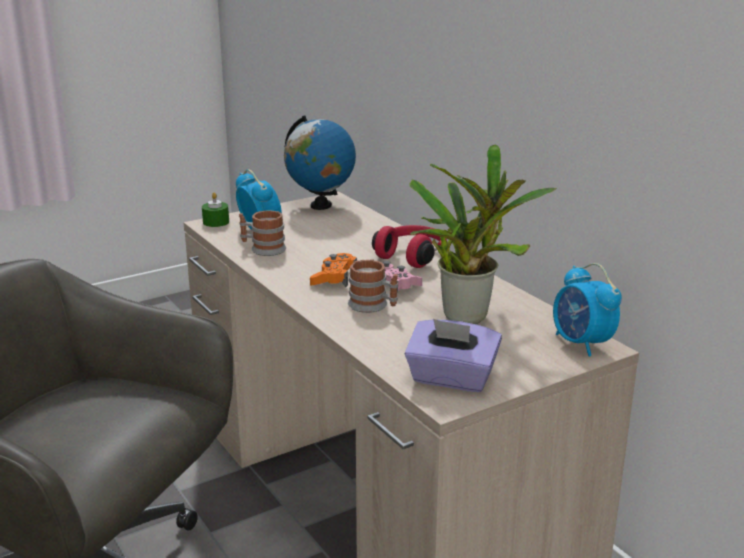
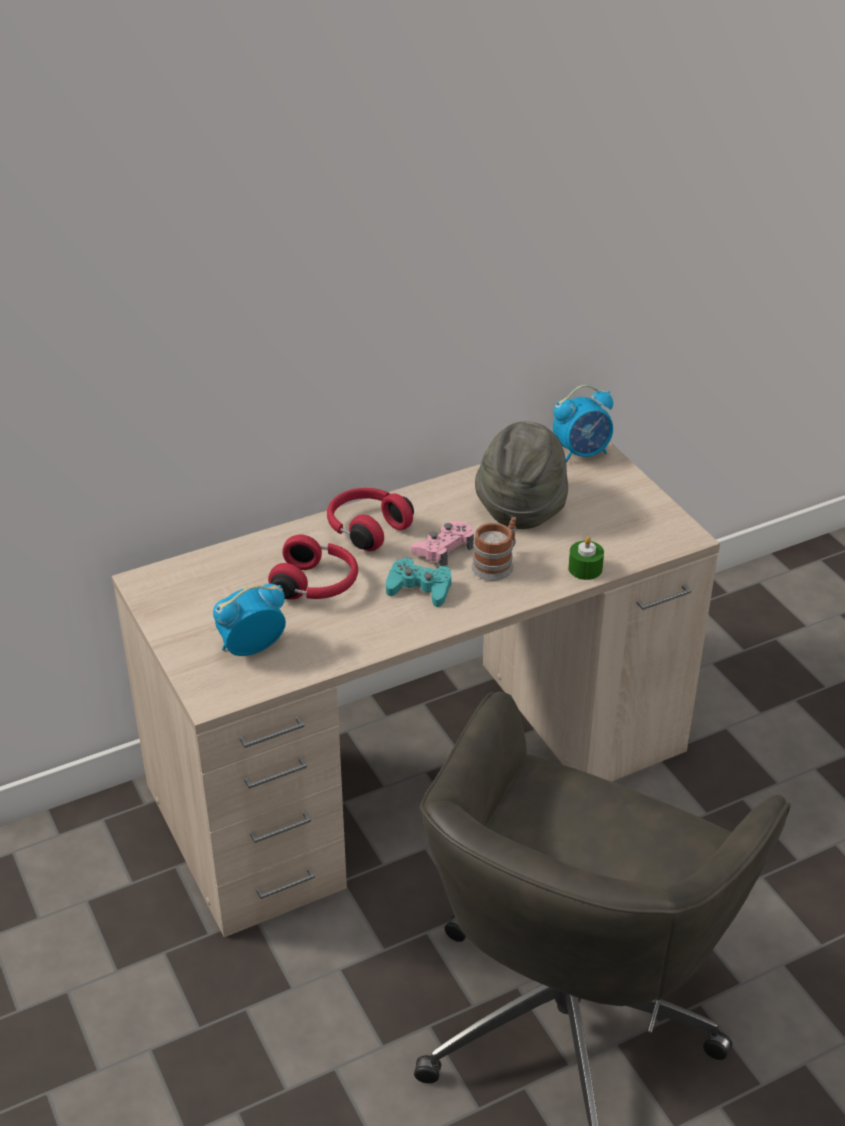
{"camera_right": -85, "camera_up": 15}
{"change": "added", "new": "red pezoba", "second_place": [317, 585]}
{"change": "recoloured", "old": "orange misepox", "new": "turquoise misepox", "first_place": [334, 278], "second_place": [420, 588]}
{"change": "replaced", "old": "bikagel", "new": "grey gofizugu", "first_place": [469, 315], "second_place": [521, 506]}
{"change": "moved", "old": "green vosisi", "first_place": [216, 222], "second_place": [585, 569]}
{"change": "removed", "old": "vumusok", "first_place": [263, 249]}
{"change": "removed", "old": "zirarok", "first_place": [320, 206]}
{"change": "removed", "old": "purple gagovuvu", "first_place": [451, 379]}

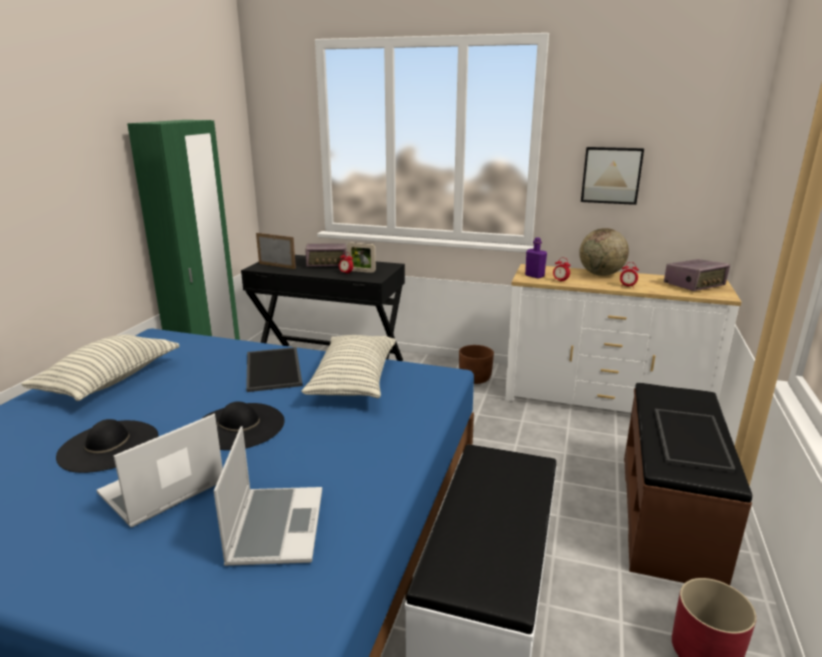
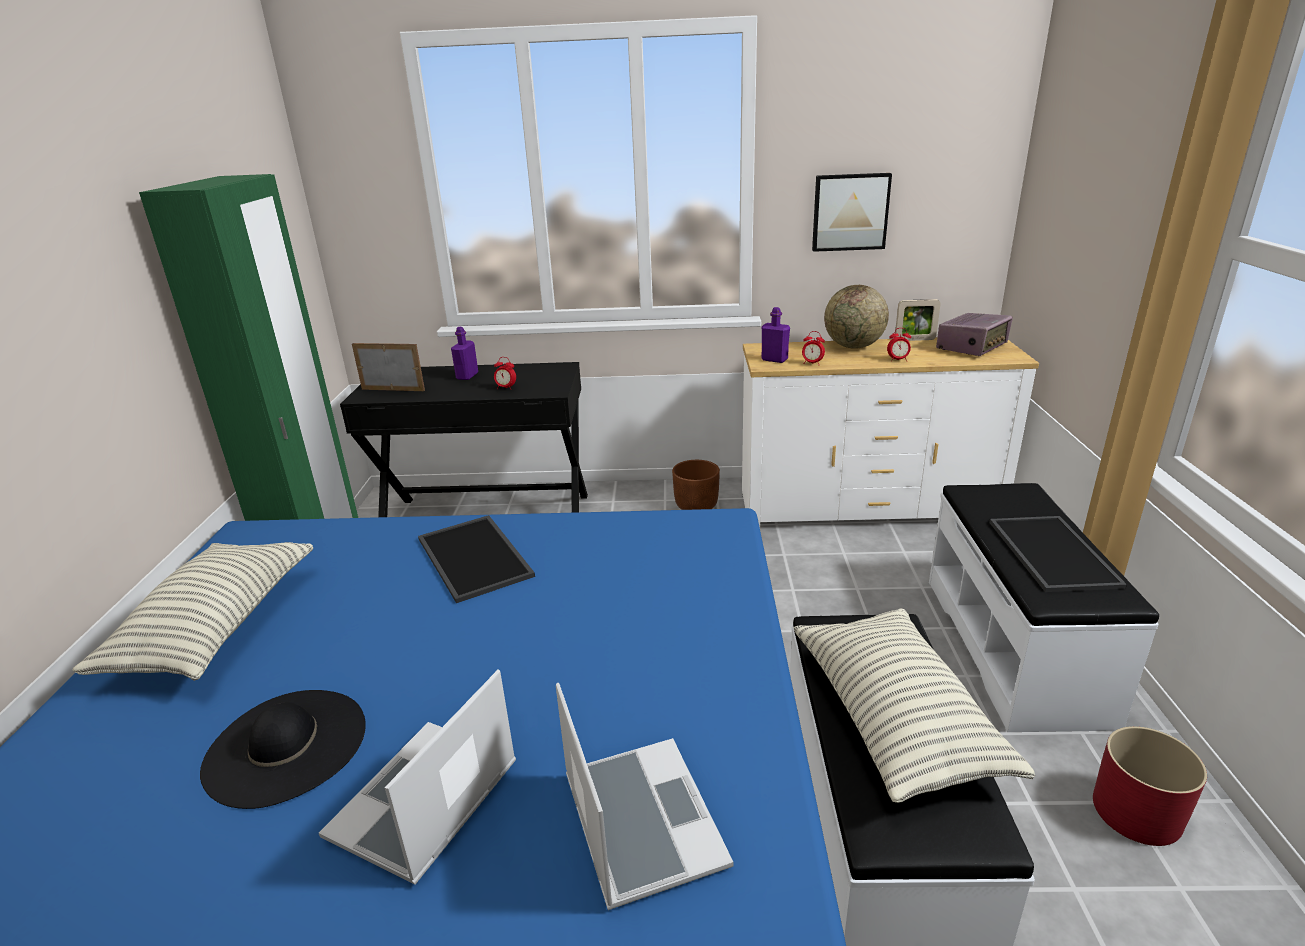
{"camera_right": -15, "camera_up": 5}
{"change": "replaced", "old": "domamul", "new": "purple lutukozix", "first_place": [327, 264], "second_place": [467, 376]}
{"change": "moved", "old": "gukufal", "first_place": [354, 381], "second_place": [895, 719]}
{"change": "moved", "old": "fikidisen", "first_place": [361, 271], "second_place": [914, 339]}
{"change": "recoloured", "old": "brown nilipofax", "new": "white nilipofax", "first_place": [669, 515], "second_place": [1015, 646]}
{"change": "removed", "old": "black gofizugu", "first_place": [240, 426]}

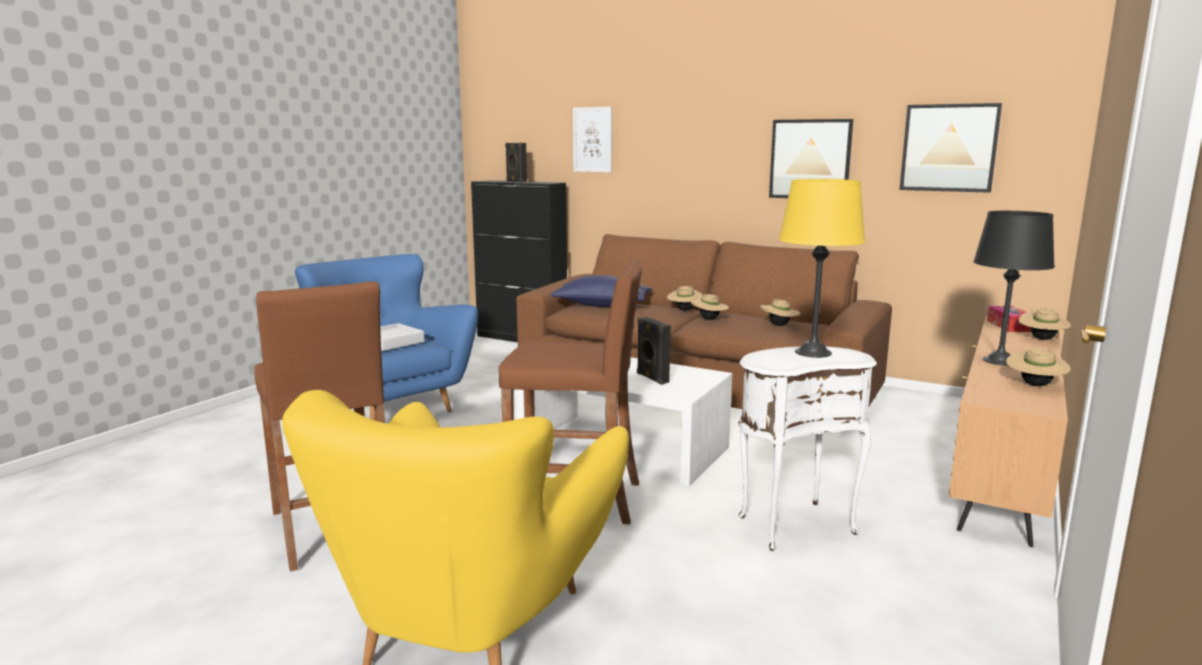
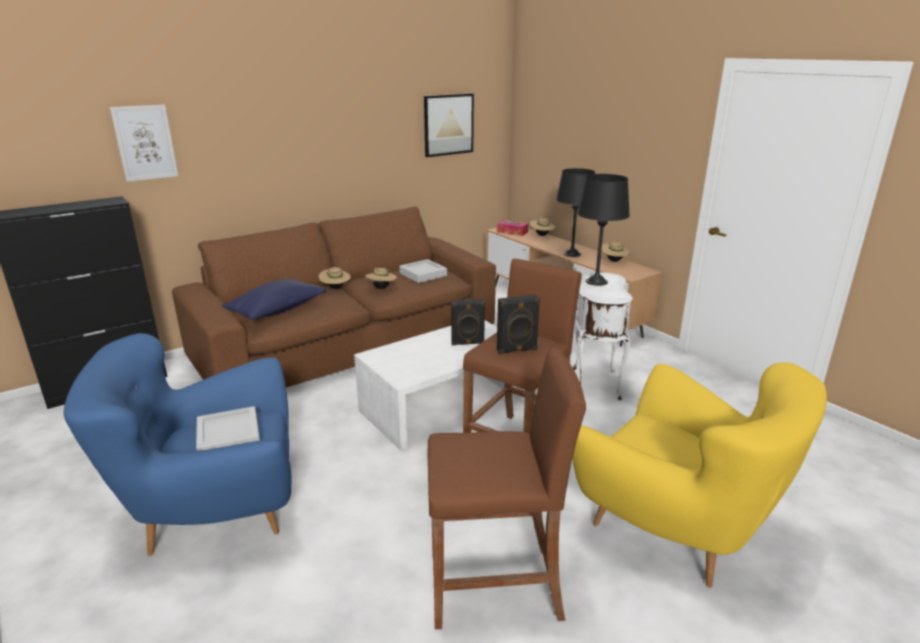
{"camera_right": -65, "camera_up": 10}
{"change": "replaced", "old": "beige gofizugu", "new": "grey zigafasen", "first_place": [779, 325], "second_place": [423, 274]}
{"change": "moved", "old": "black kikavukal", "first_place": [515, 181], "second_place": [517, 350]}
{"change": "recoloured", "old": "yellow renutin", "new": "black renutin", "first_place": [813, 352], "second_place": [596, 281]}
{"change": "removed", "old": "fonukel", "first_place": [810, 159]}

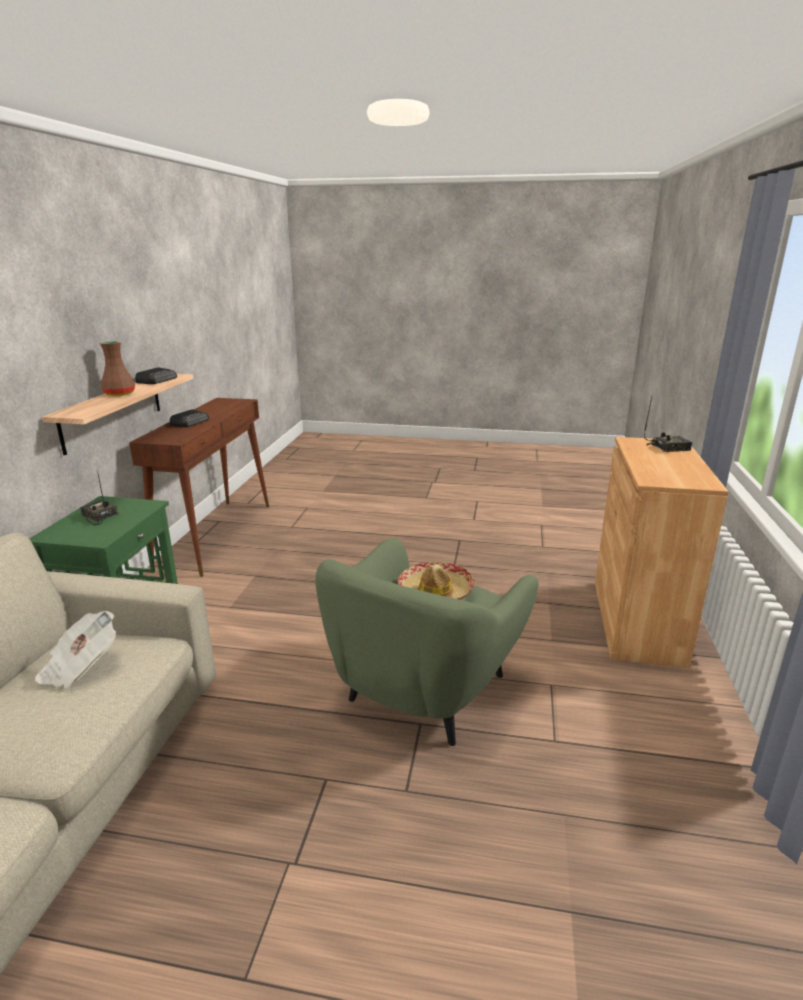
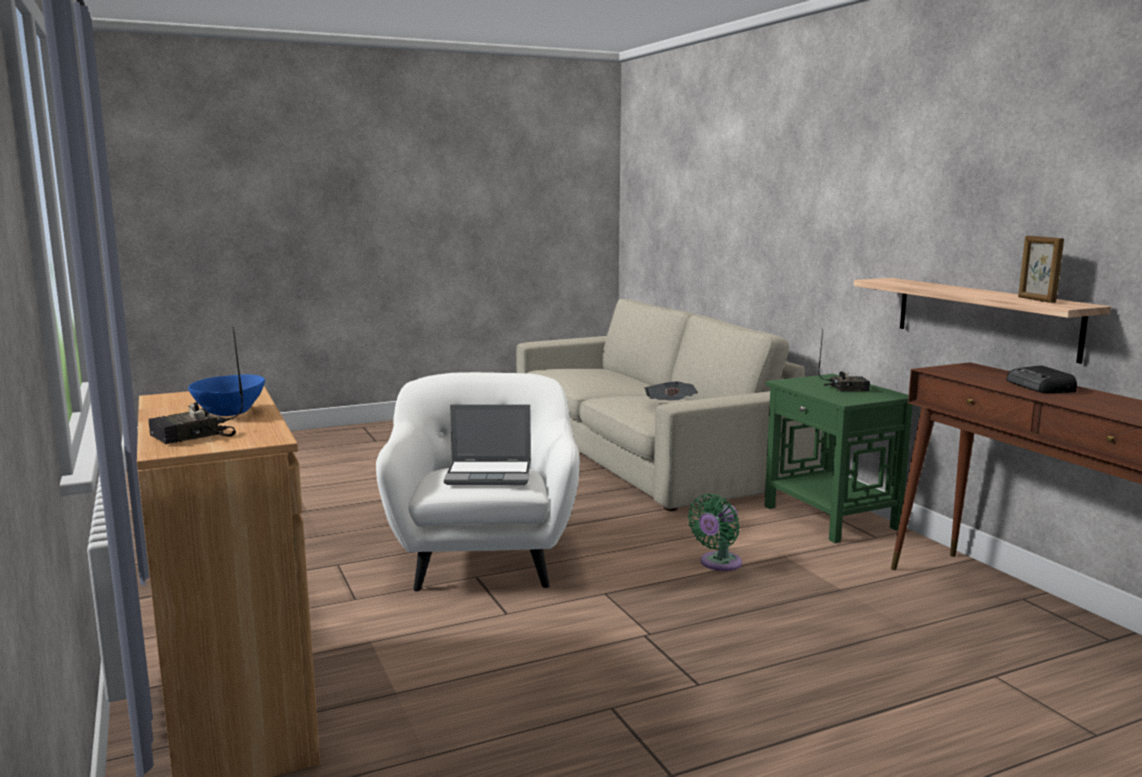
{"camera_right": 145, "camera_up": -10}
{"change": "added", "new": "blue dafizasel", "second_place": [228, 412]}
{"change": "recoloured", "old": "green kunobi", "new": "white kunobi", "first_place": [424, 691], "second_place": [484, 559]}
{"change": "replaced", "old": "gofizugu", "new": "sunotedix", "first_place": [435, 591], "second_place": [490, 475]}
{"change": "added", "new": "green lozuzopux", "second_place": [718, 564]}
{"change": "replaced", "old": "domamul", "new": "fikidisen", "first_place": [157, 380], "second_place": [1036, 300]}
{"change": "removed", "old": "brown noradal", "first_place": [119, 394]}

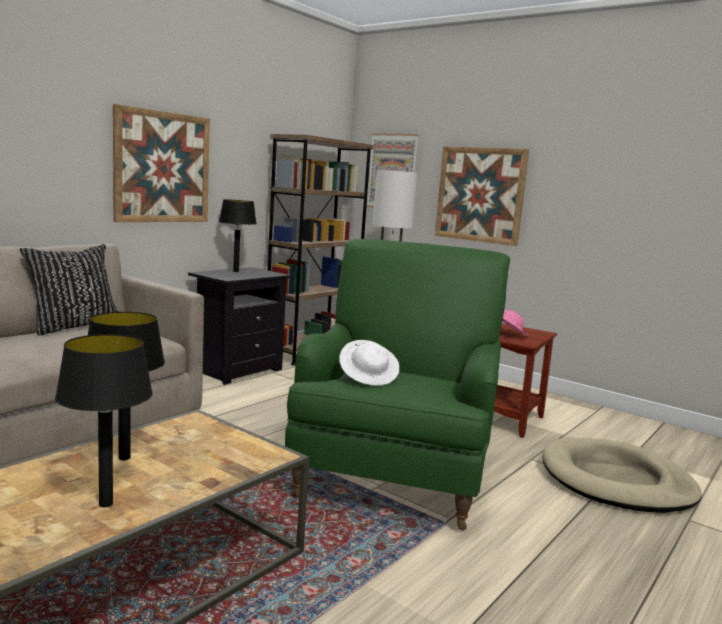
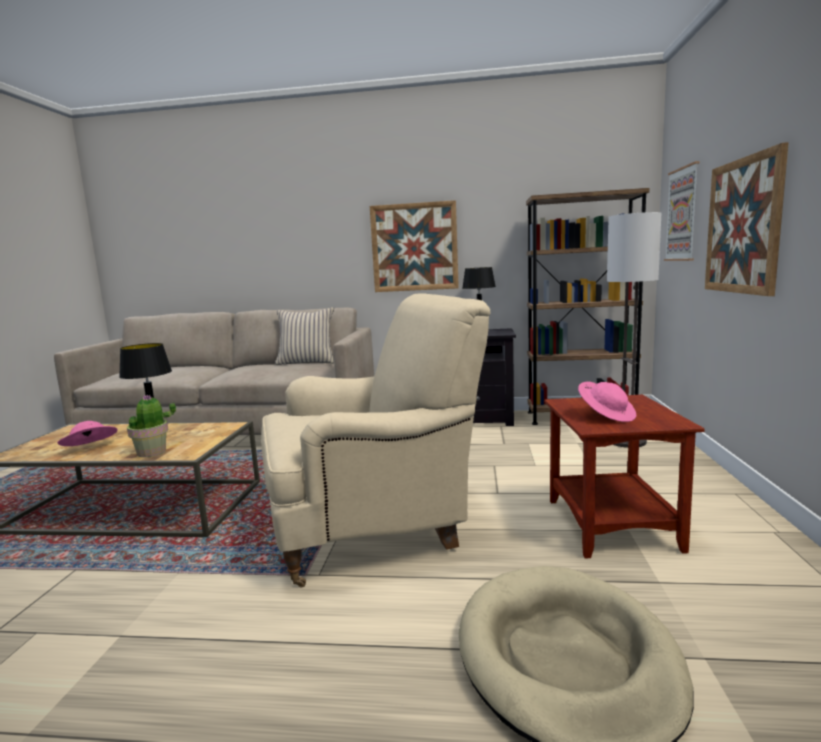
{"camera_right": 60, "camera_up": 0}
{"change": "replaced", "old": "black renutin", "new": "pink gofizugu", "first_place": [105, 504], "second_place": [90, 448]}
{"change": "added", "new": "bikagel", "second_place": [152, 452]}
{"change": "recoloured", "old": "green kunobi", "new": "beige kunobi", "first_place": [394, 476], "second_place": [372, 526]}
{"change": "recoloured", "old": "black gukufal", "new": "beige gukufal", "first_place": [74, 326], "second_place": [307, 362]}
{"change": "removed", "old": "white gofizugu", "first_place": [368, 377]}

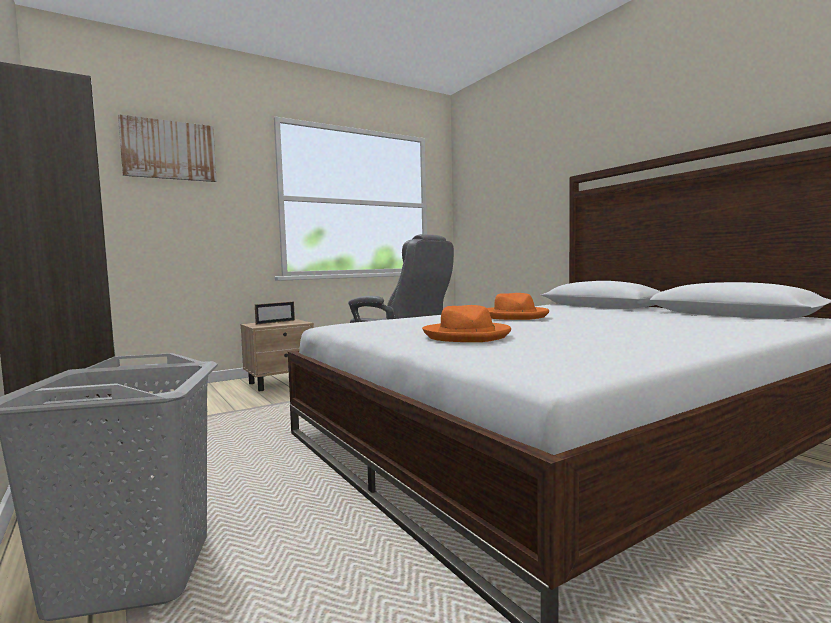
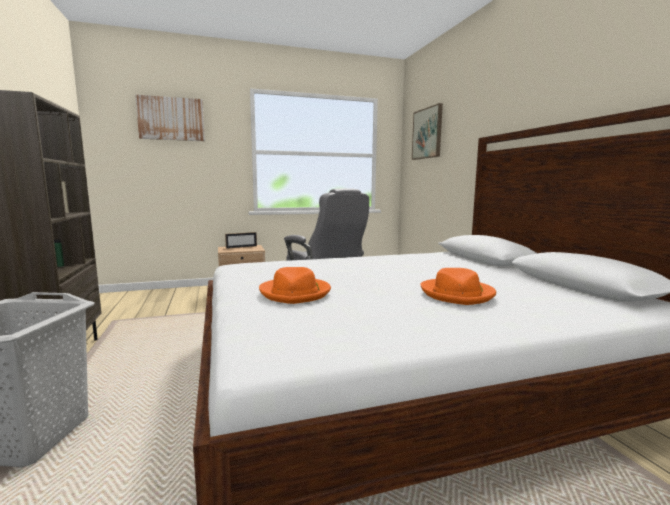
{"camera_right": 15, "camera_up": 5}
{"change": "added", "new": "fonukel", "second_place": [427, 133]}
{"change": "moved", "old": "orange gofizugu", "first_place": [515, 316], "second_place": [457, 294]}

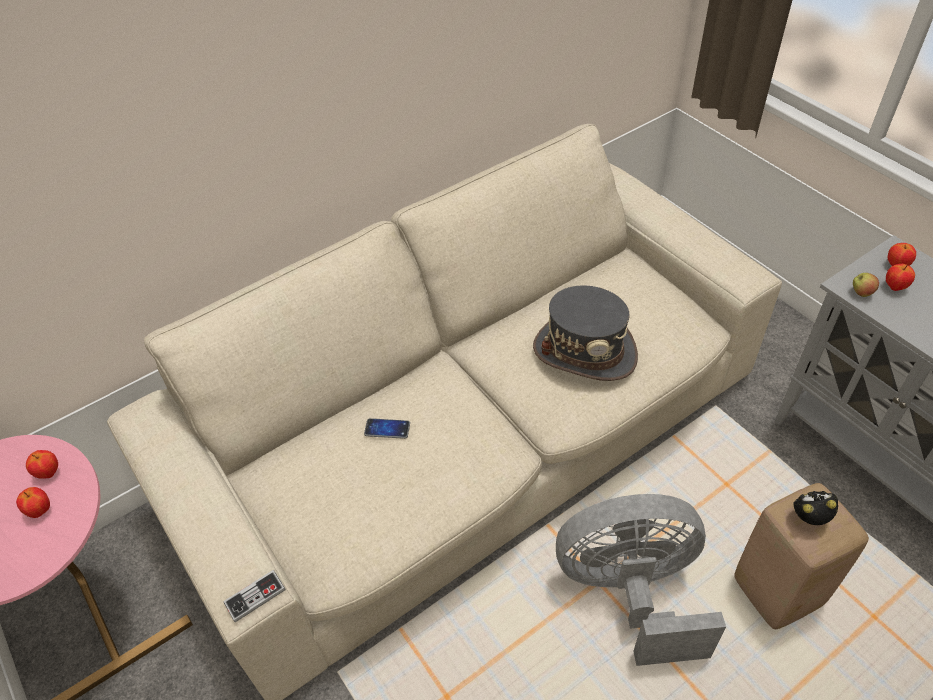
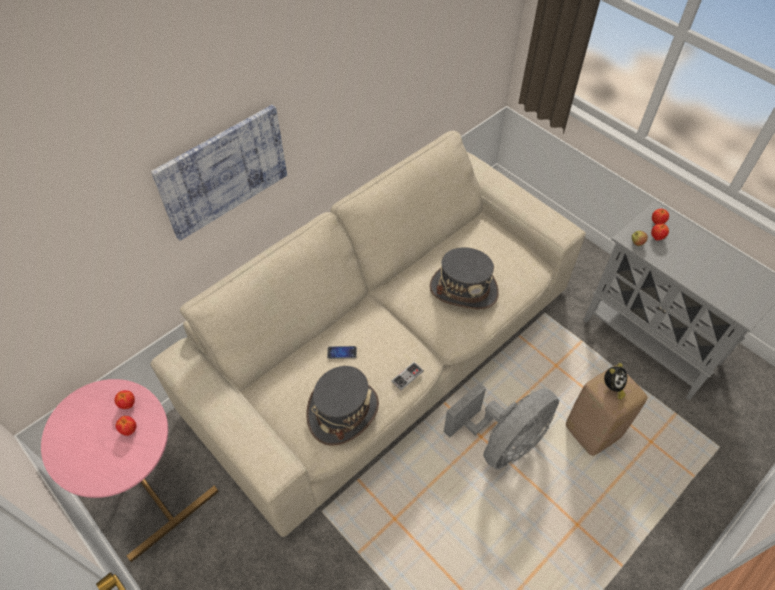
{"camera_right": -10, "camera_up": 5}
{"change": "added", "new": "fonukel", "second_place": [223, 171]}
{"change": "added", "new": "grey gofizugu", "second_place": [343, 411]}
{"change": "moved", "old": "misepox", "first_place": [255, 596], "second_place": [407, 376]}
{"change": "turned", "old": "grey lozuzopux", "first_place": [631, 593], "second_place": [502, 442], "degrees": 150}
{"change": "turned", "old": "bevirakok", "first_place": [809, 517], "second_place": [612, 387], "degrees": 150}

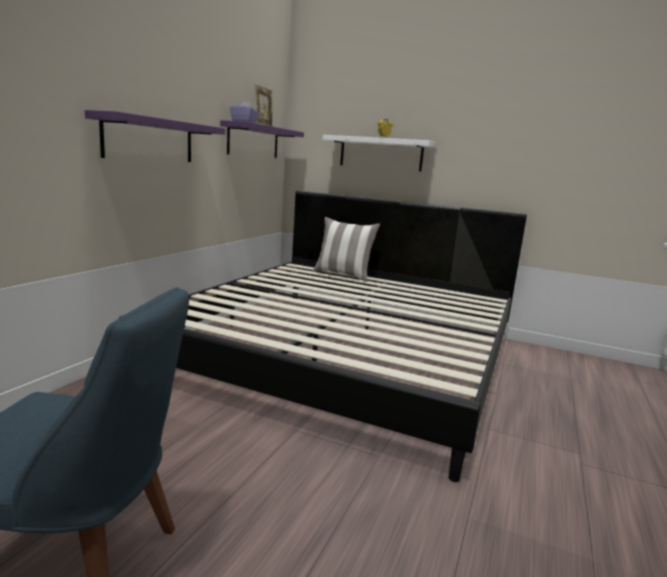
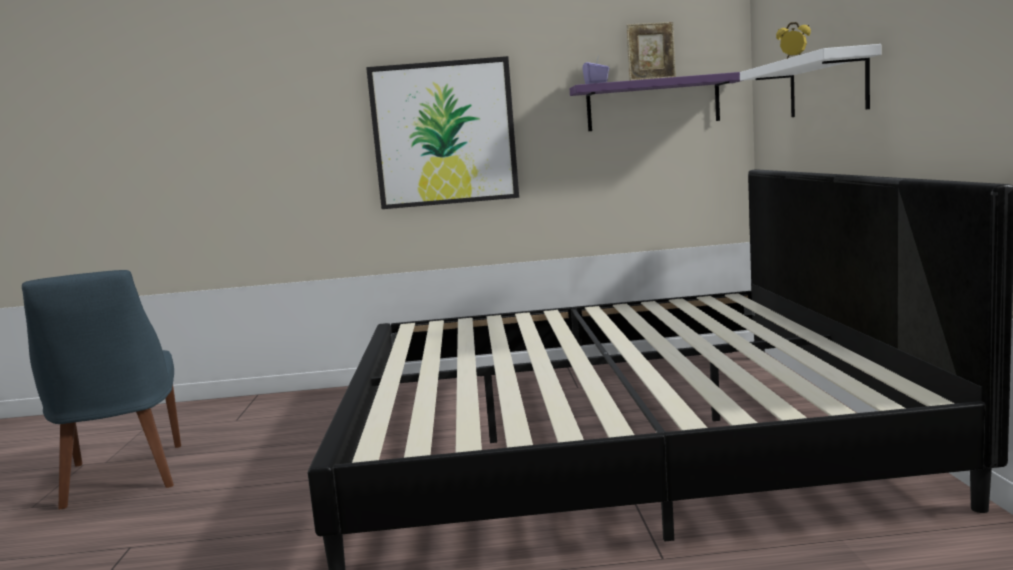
{"camera_right": 65, "camera_up": -5}
{"change": "replaced", "old": "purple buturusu", "new": "fonukel", "first_place": [149, 140], "second_place": [444, 133]}
{"change": "removed", "old": "gukufal", "first_place": [343, 275]}

